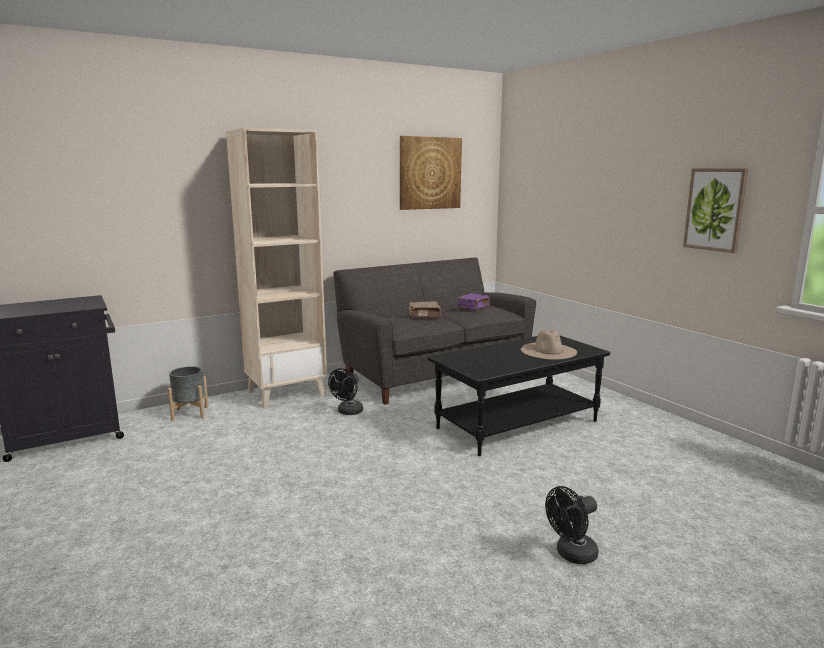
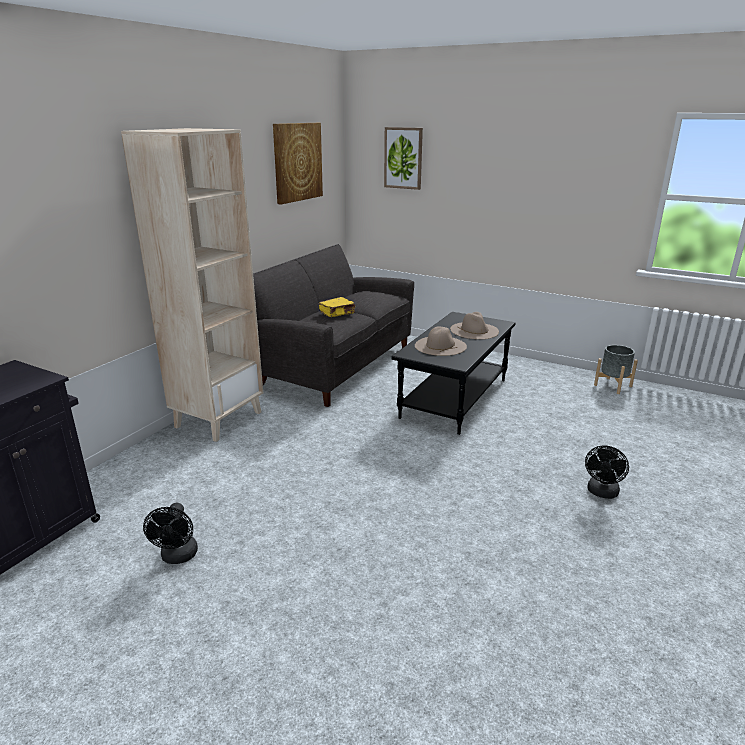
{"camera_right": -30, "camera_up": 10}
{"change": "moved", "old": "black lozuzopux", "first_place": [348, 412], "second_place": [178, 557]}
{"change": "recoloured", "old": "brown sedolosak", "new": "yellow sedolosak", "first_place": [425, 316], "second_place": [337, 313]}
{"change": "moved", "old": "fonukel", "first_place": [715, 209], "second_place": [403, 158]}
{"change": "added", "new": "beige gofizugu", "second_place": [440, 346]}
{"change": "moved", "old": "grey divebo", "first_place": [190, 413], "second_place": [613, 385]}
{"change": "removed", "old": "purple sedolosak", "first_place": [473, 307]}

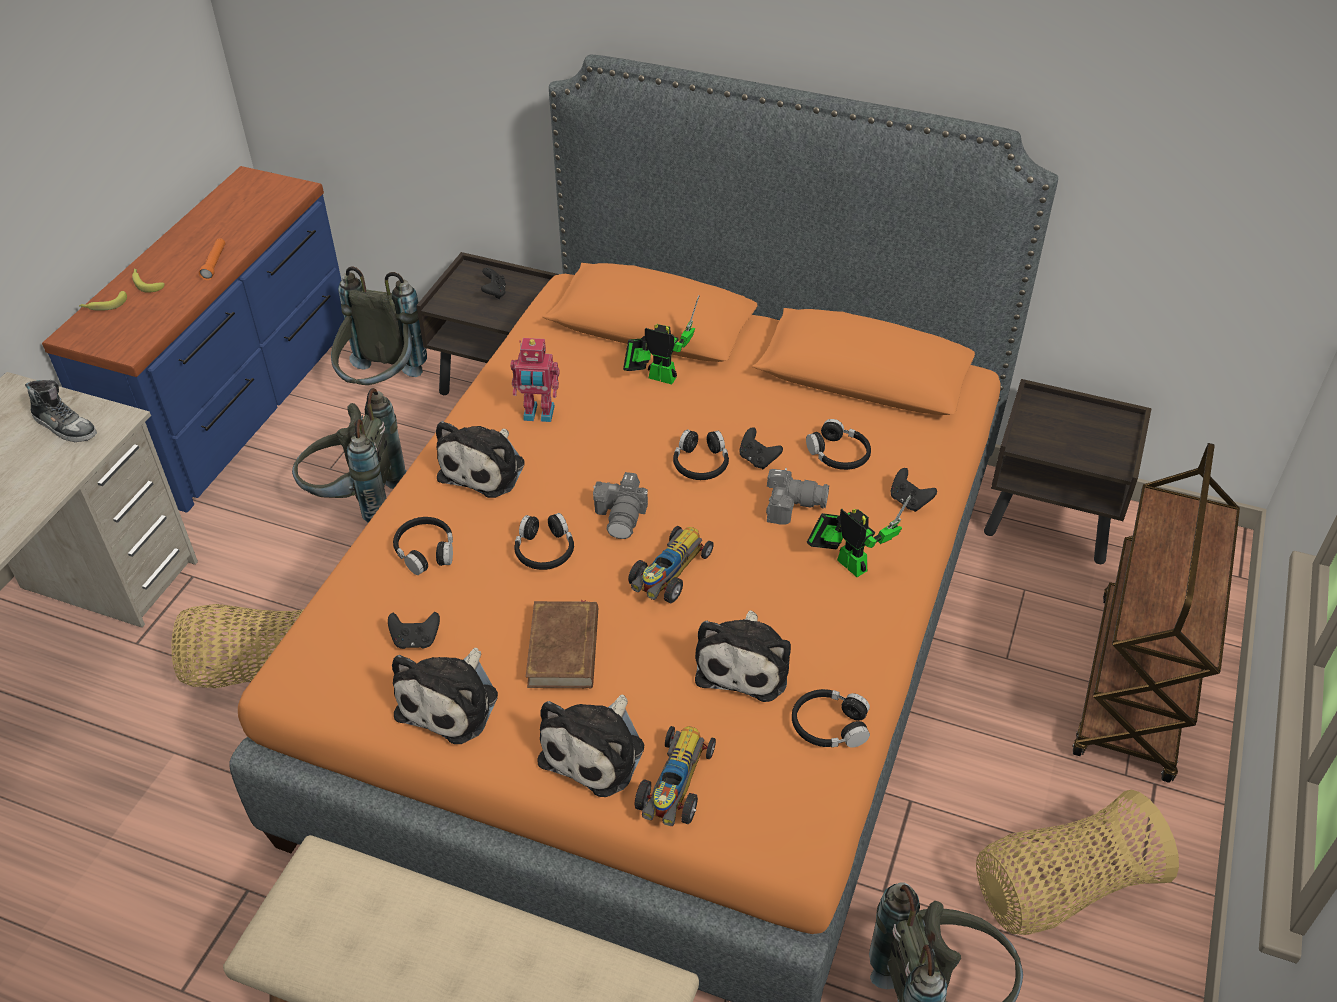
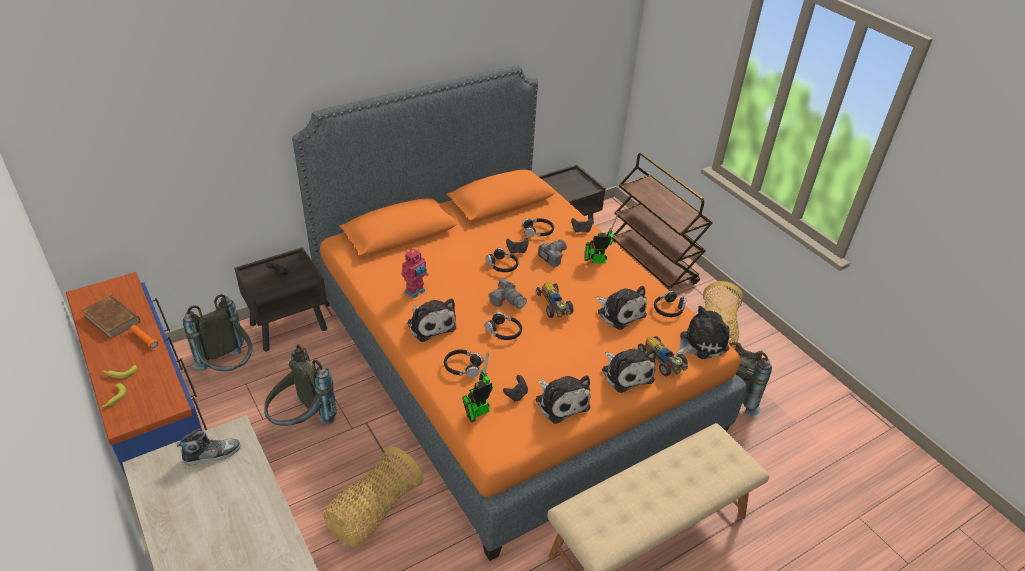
{"camera_right": -55, "camera_up": -5}
{"change": "moved", "old": "brown sedolosak", "first_place": [564, 649], "second_place": [112, 319]}
{"change": "moved", "old": "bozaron", "first_place": [658, 376], "second_place": [477, 413]}
{"change": "added", "new": "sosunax", "second_place": [700, 343]}

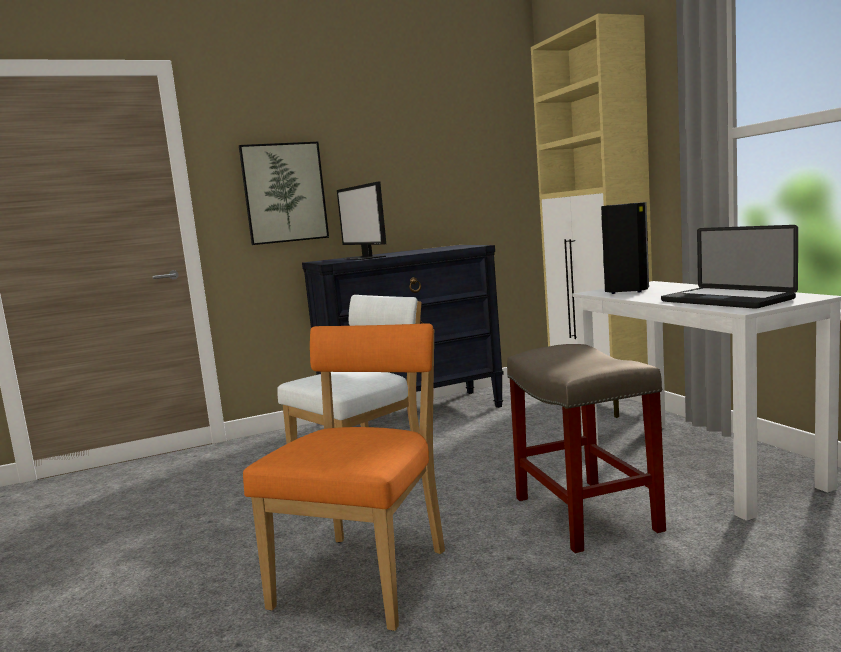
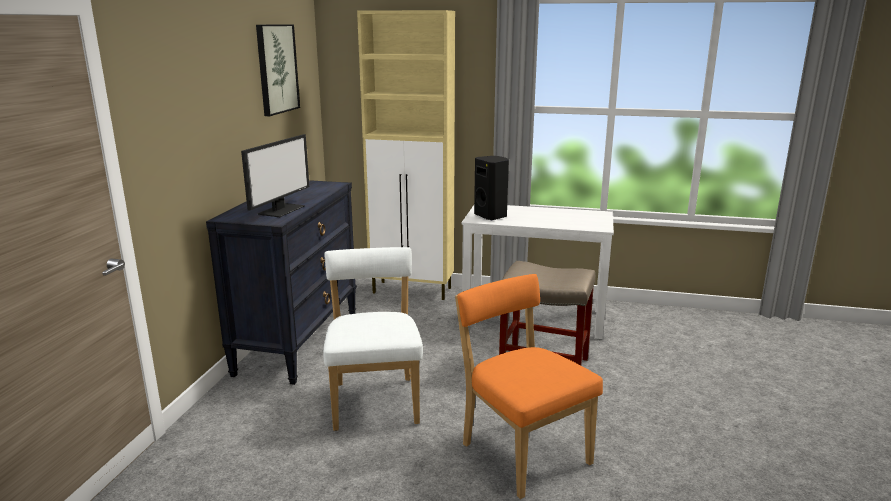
{"camera_right": -55, "camera_up": 10}
{"change": "turned", "old": "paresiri", "first_place": [365, 257], "second_place": [281, 210], "degrees": -75}
{"change": "moved", "old": "fonukel", "first_place": [284, 193], "second_place": [276, 69]}
{"change": "removed", "old": "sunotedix", "first_place": [726, 300]}

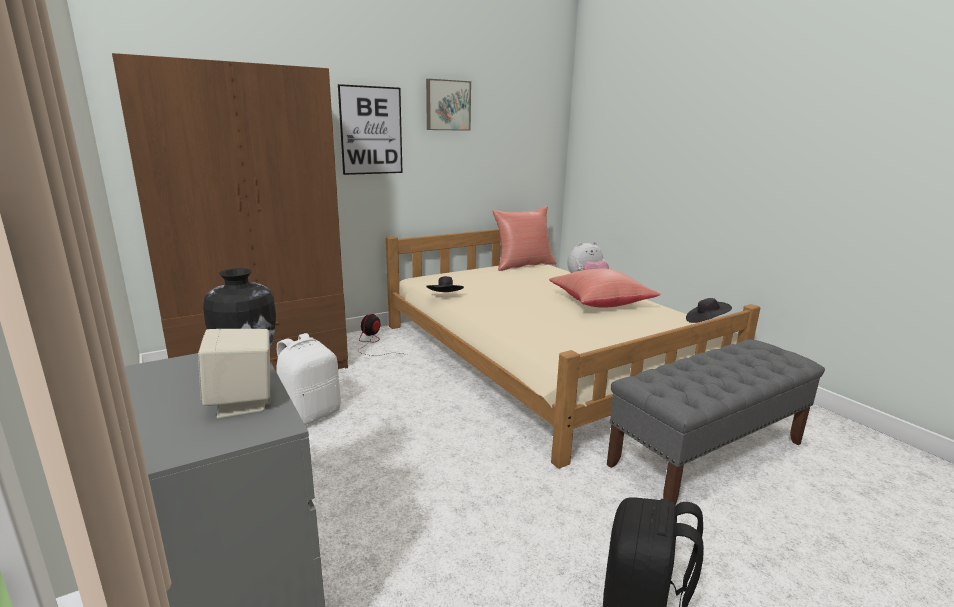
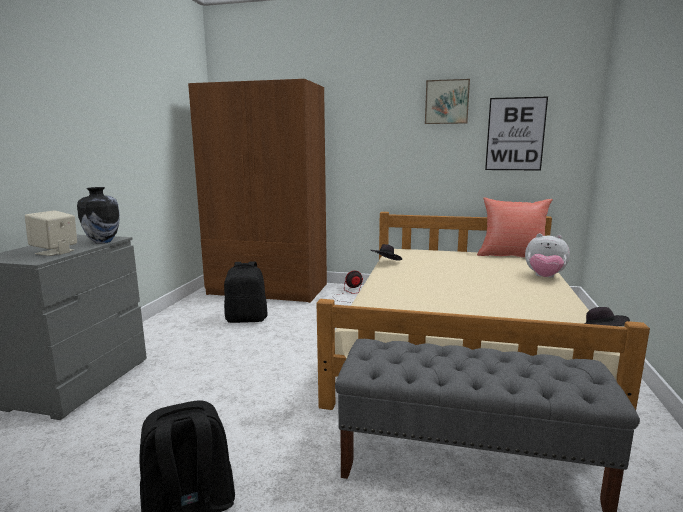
{"camera_right": 45, "camera_up": -5}
{"change": "recoloured", "old": "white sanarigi", "new": "black sanarigi", "first_place": [310, 415], "second_place": [247, 319]}
{"change": "moved", "old": "fonukel", "first_place": [371, 131], "second_place": [515, 134]}
{"change": "removed", "old": "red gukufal", "first_place": [599, 303]}

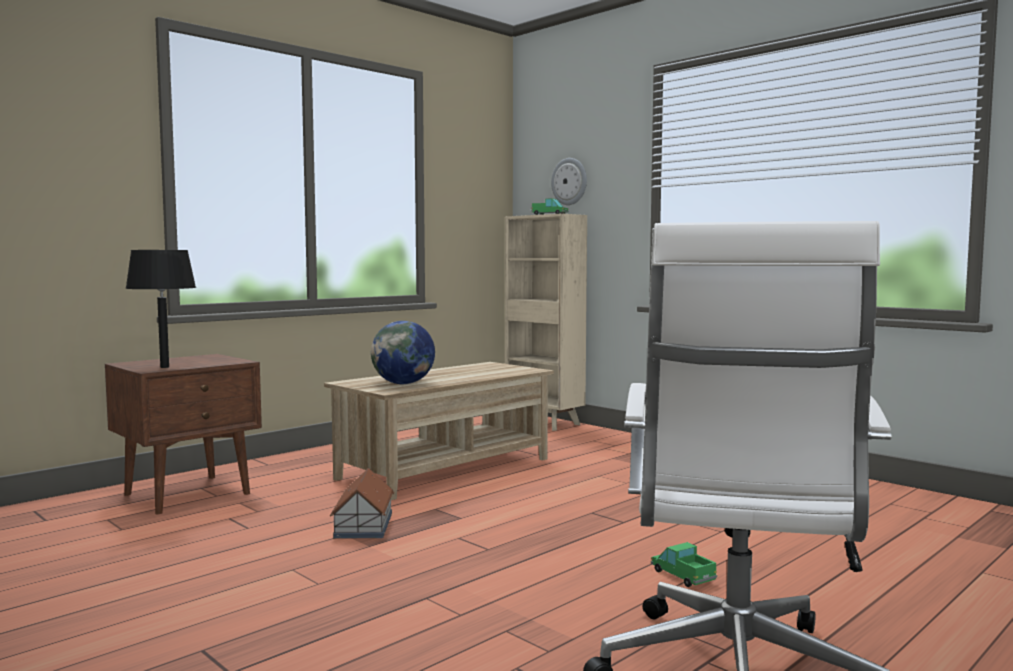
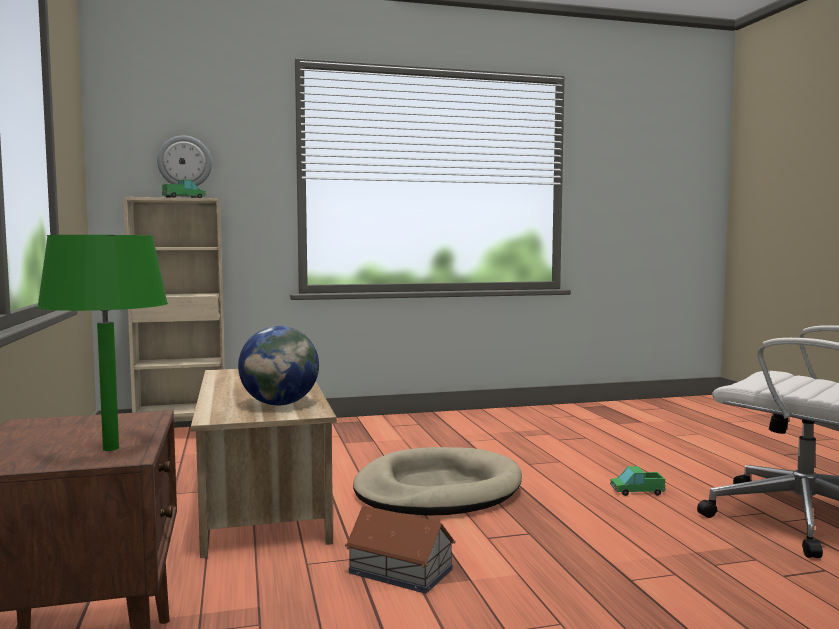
{"camera_right": -60, "camera_up": 0}
{"change": "recoloured", "old": "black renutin", "new": "green renutin", "first_place": [164, 367], "second_place": [111, 449]}
{"change": "added", "new": "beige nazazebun", "second_place": [437, 490]}

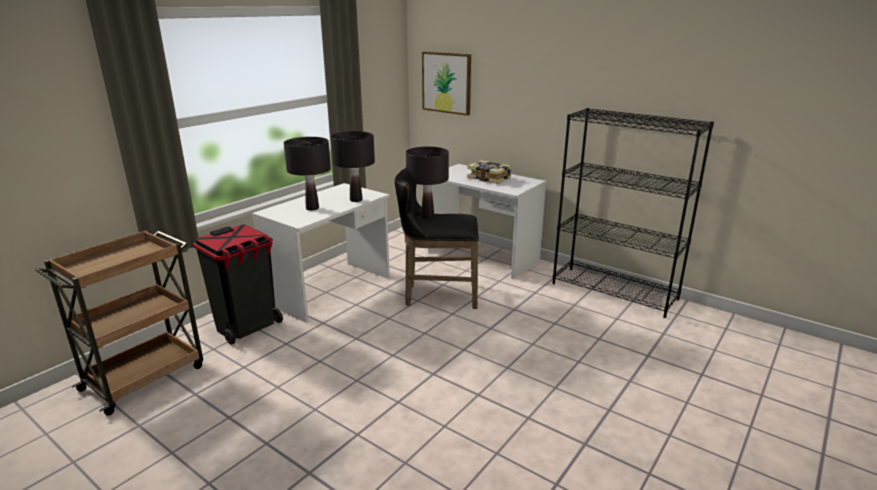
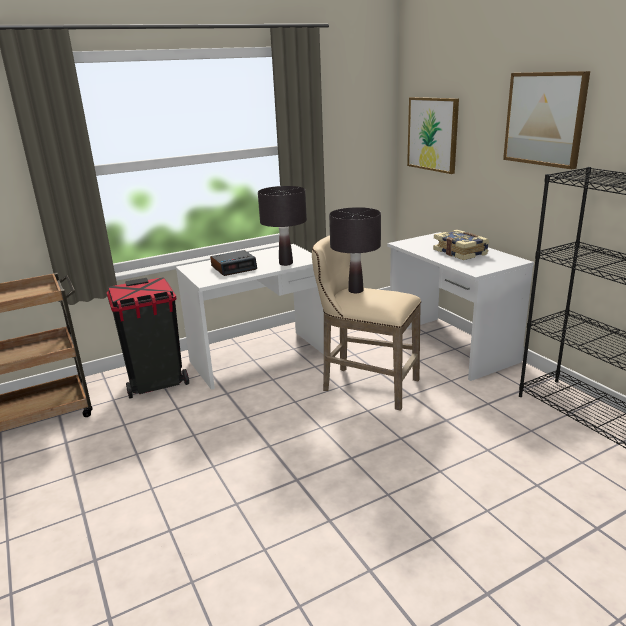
{"camera_right": 25, "camera_up": 0}
{"change": "replaced", "old": "black renutin", "new": "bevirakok", "first_place": [312, 208], "second_place": [234, 268]}
{"change": "recoloured", "old": "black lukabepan", "new": "beige lukabepan", "first_place": [437, 295], "second_place": [365, 385]}
{"change": "added", "new": "fonukel", "second_place": [545, 119]}

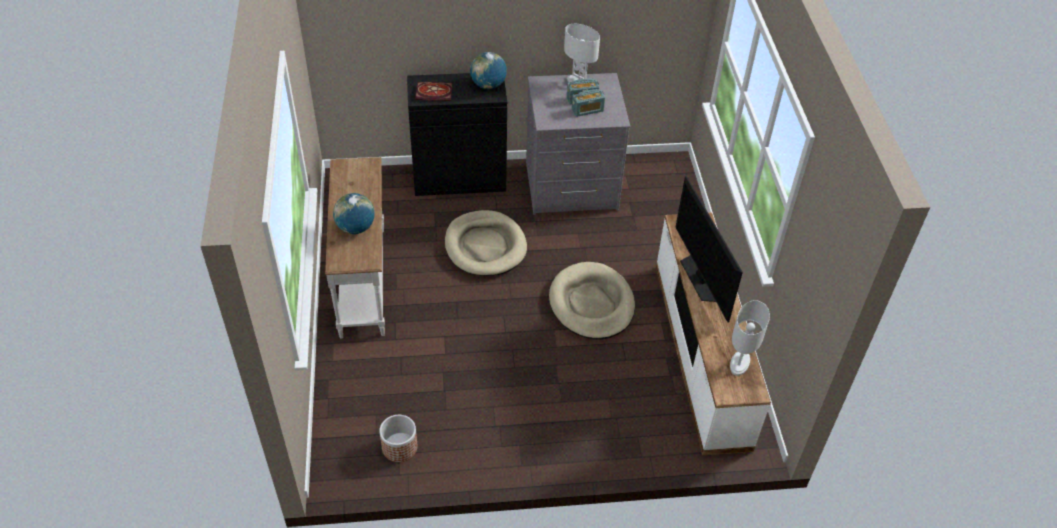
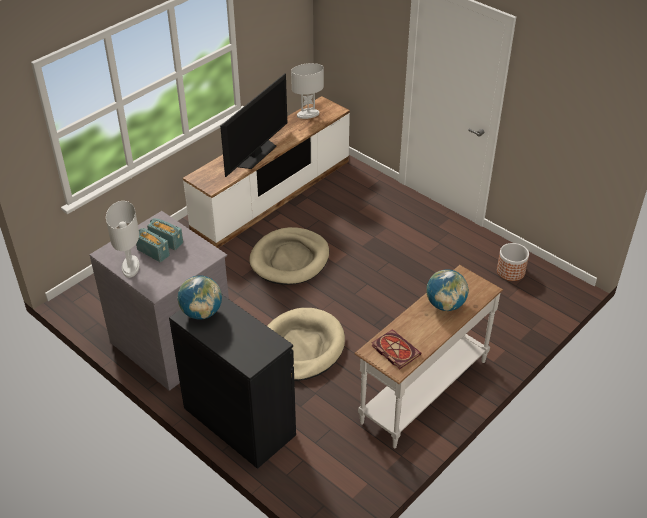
{"camera_right": -130, "camera_up": -5}
{"change": "moved", "old": "sedolosak", "first_place": [435, 92], "second_place": [394, 350]}

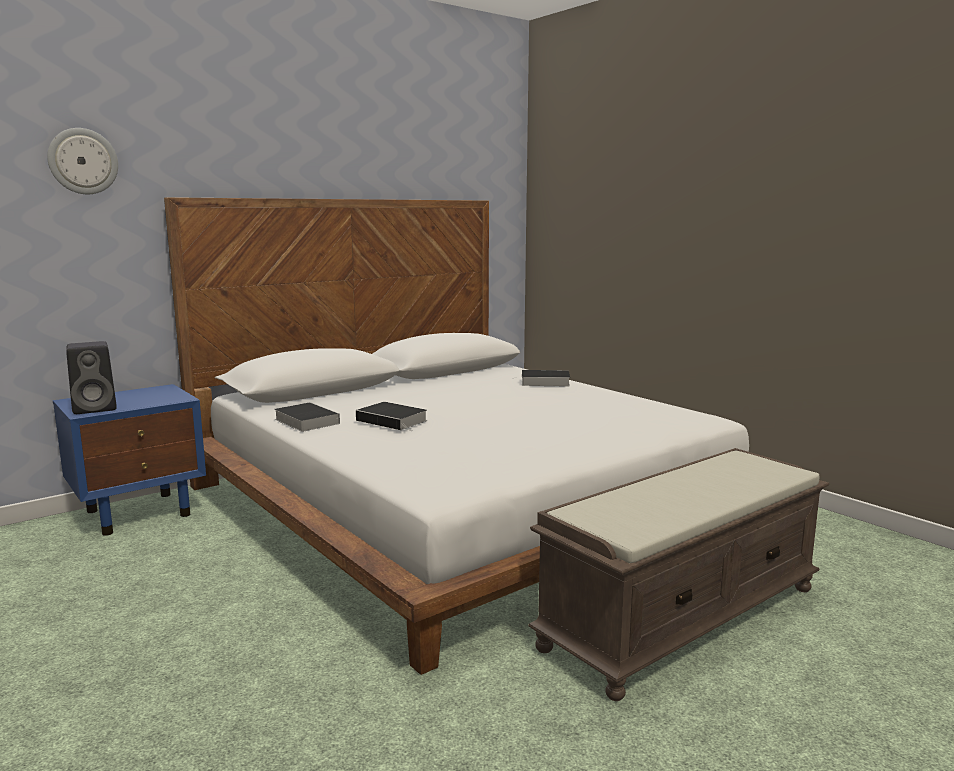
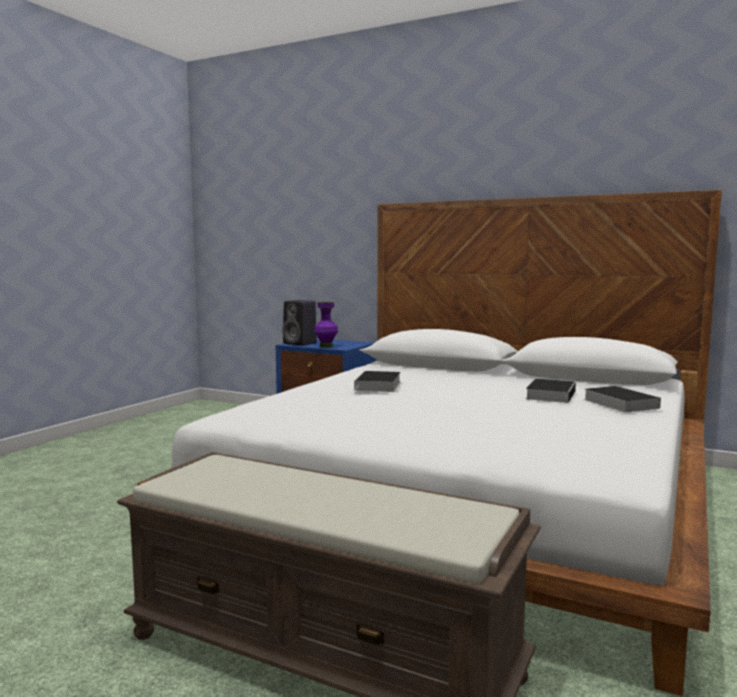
{"camera_right": 65, "camera_up": -5}
{"change": "added", "new": "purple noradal", "second_place": [326, 346]}
{"change": "moved", "old": "sedolosak", "first_place": [305, 421], "second_place": [550, 394]}
{"change": "removed", "old": "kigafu", "first_place": [83, 161]}

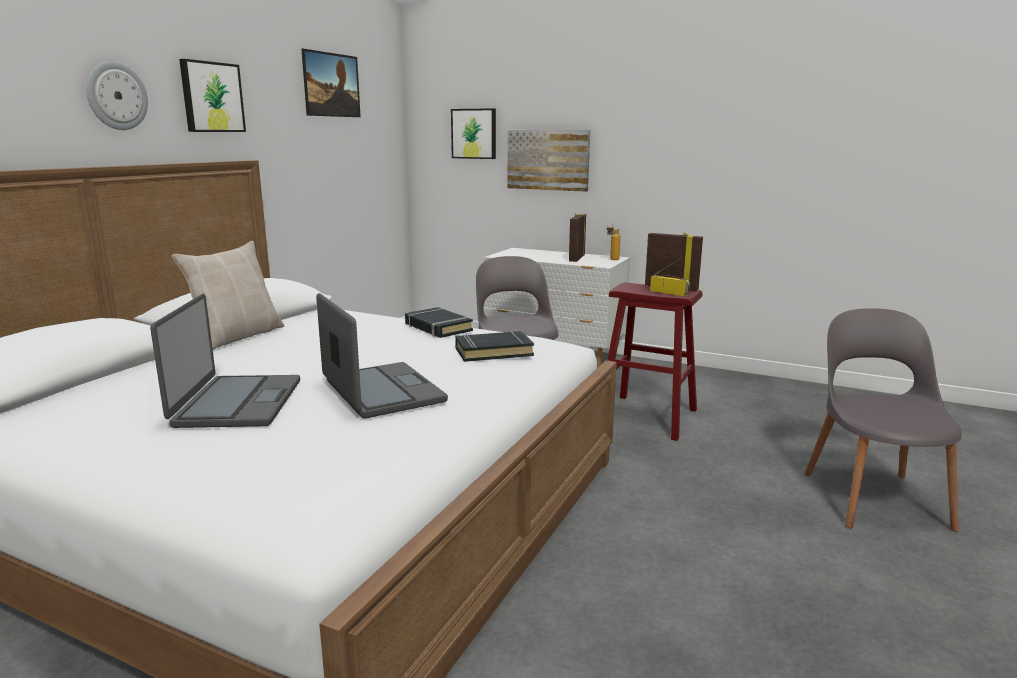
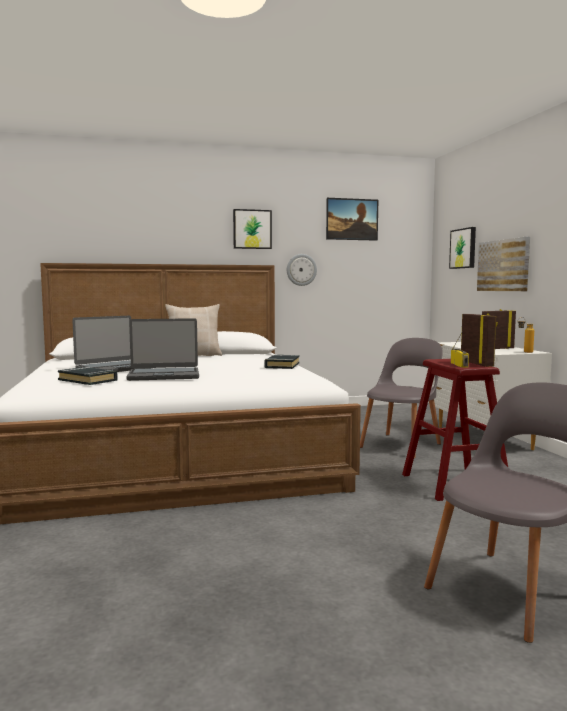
{"camera_right": 50, "camera_up": -10}
{"change": "moved", "old": "black sedolosak", "first_place": [493, 352], "second_place": [88, 380]}
{"change": "turned", "old": "sunotedix", "first_place": [381, 392], "second_place": [164, 375], "degrees": 60}
{"change": "moved", "old": "kigafu", "first_place": [116, 96], "second_place": [301, 269]}

